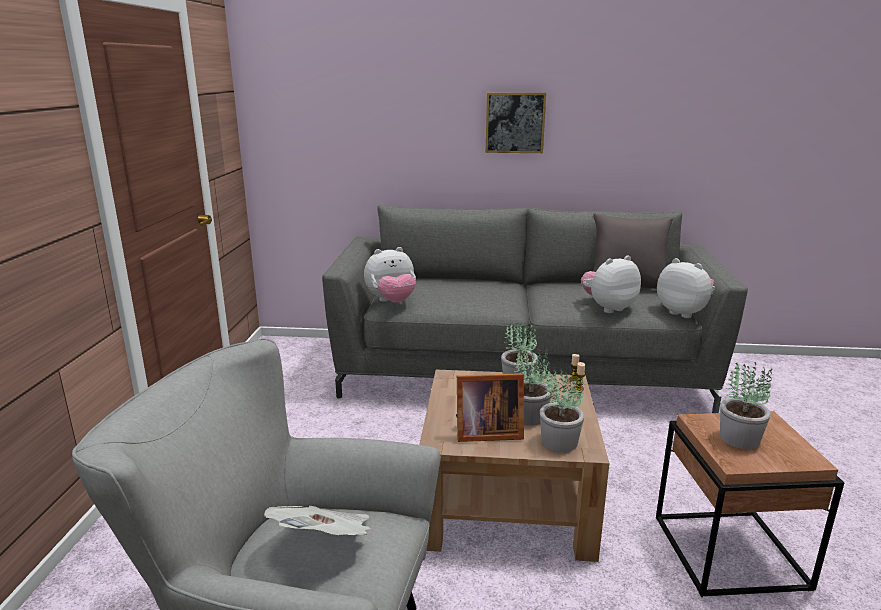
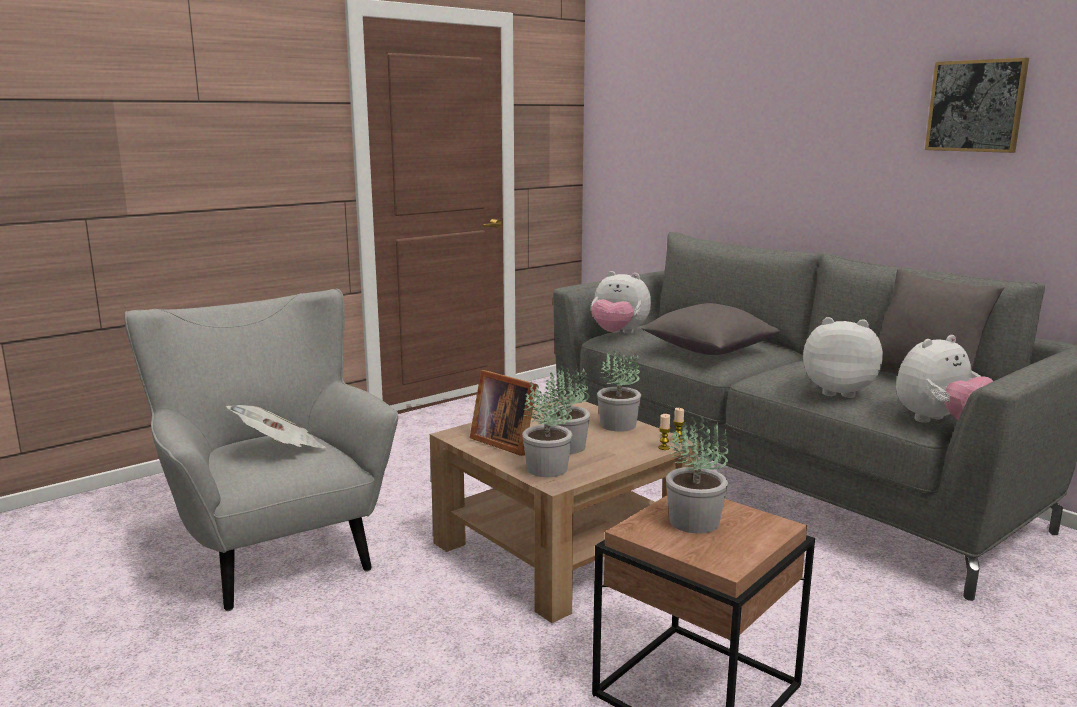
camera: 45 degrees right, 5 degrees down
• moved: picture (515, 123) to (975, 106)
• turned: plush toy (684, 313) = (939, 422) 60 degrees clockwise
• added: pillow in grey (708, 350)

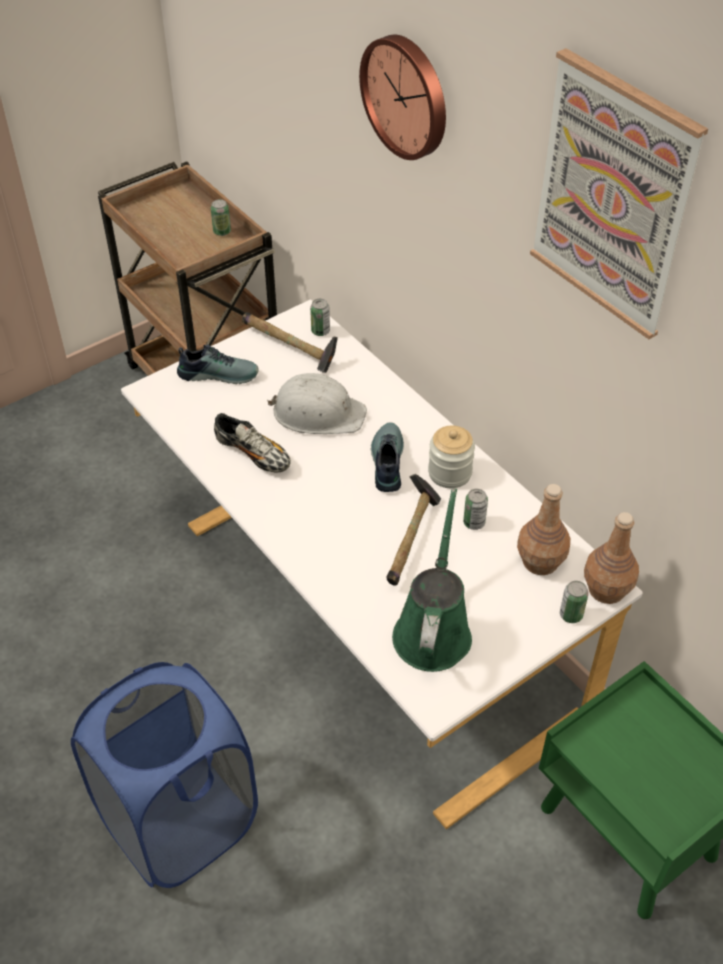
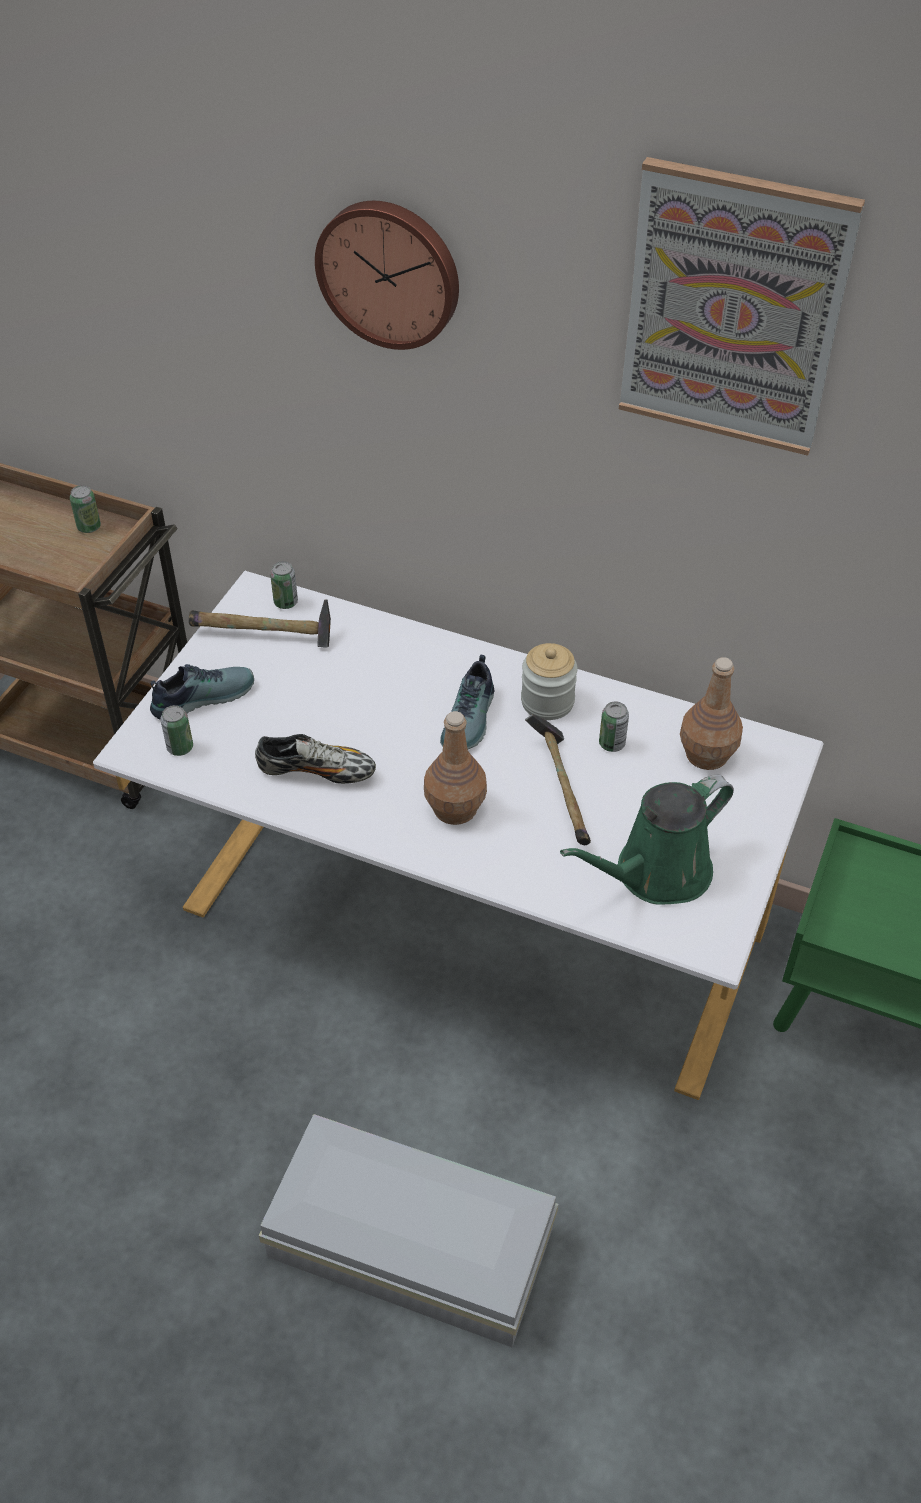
camera: 30 degrees left, 0 degrees up
• removed: hard hat in white (318, 413)
• turned: shoe (386, 462) = (471, 719) 135 degrees counterclockwise
• turned: watering can in green (433, 630) = (655, 874) 105 degrees counterclockwise
• moved: bottle in brown (606, 590) to (455, 809)
• moved: can (571, 615) to (180, 747)
• replaced: laundry basket in blue (179, 823) to storage box in white (413, 1247)

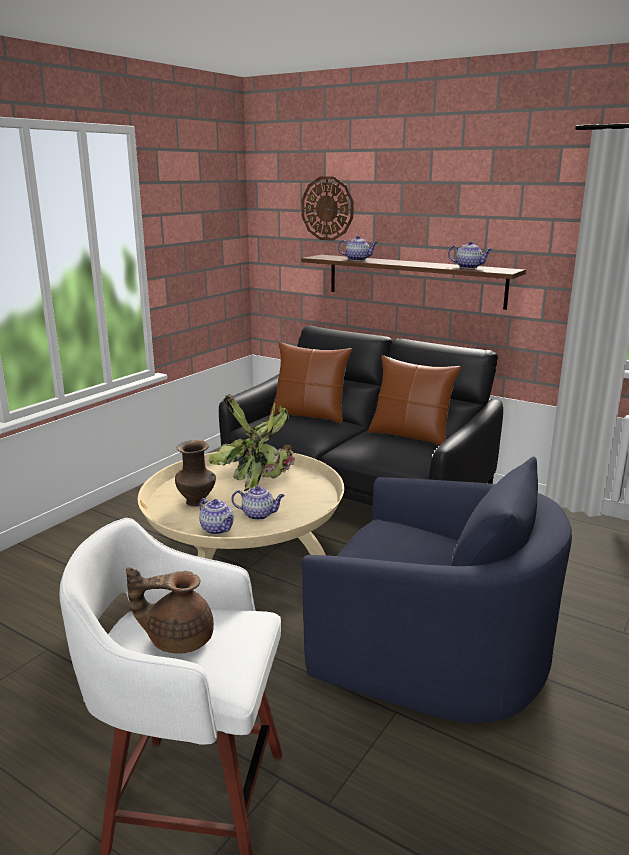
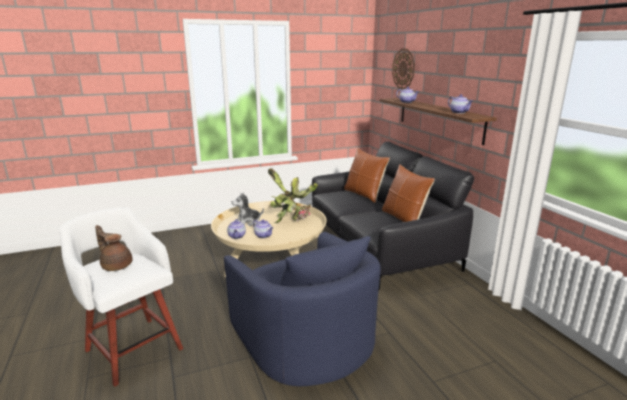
camera: 35 degrees right, 0 degrees up
• replaced: vase in brown (197, 502) to plush toy (247, 222)

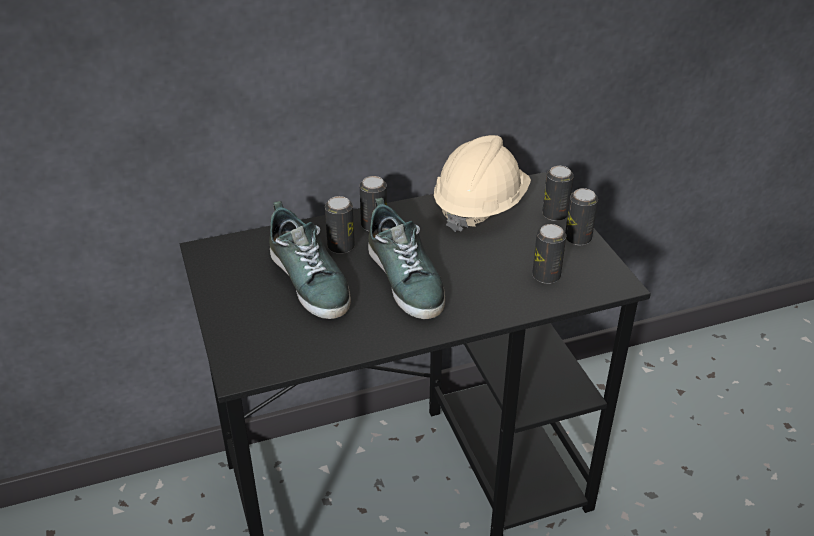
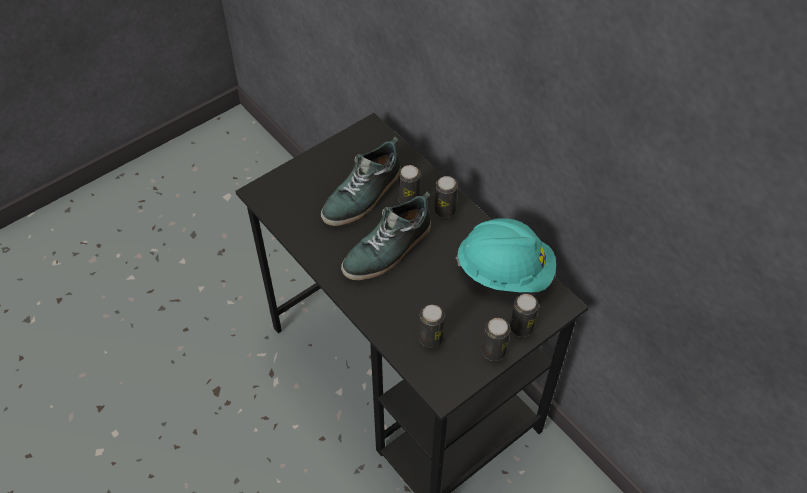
camera: 70 degrees right, 15 degrees up
• recoloured: hard hat in beige (480, 207) to hard hat in turquoise (505, 271)

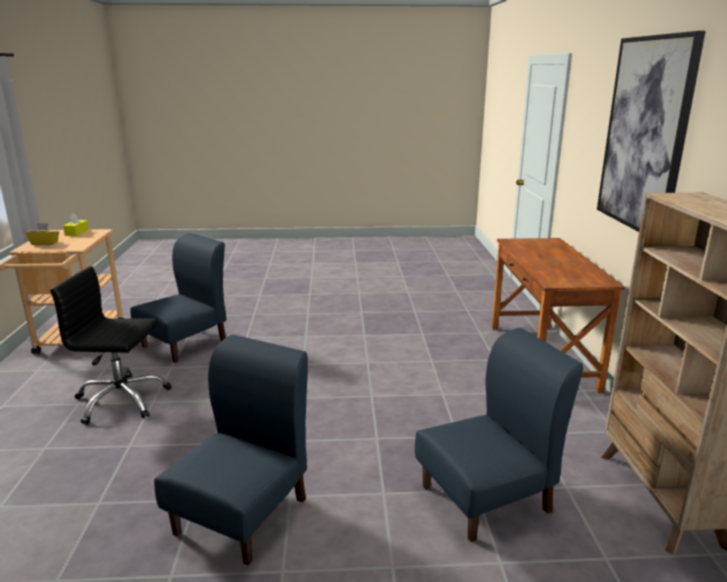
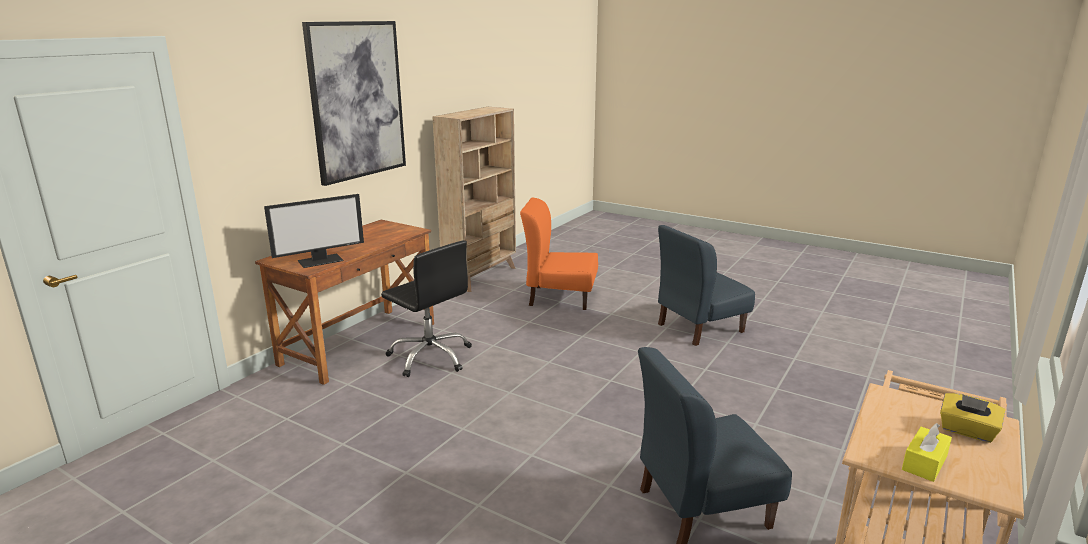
camera: 145 degrees left, 0 degrees up
• moved: office chair in black (121, 400) to (430, 357)
• recoloured: chair in blue (487, 499) to chair in orange (560, 297)
• added: monitor (321, 260)

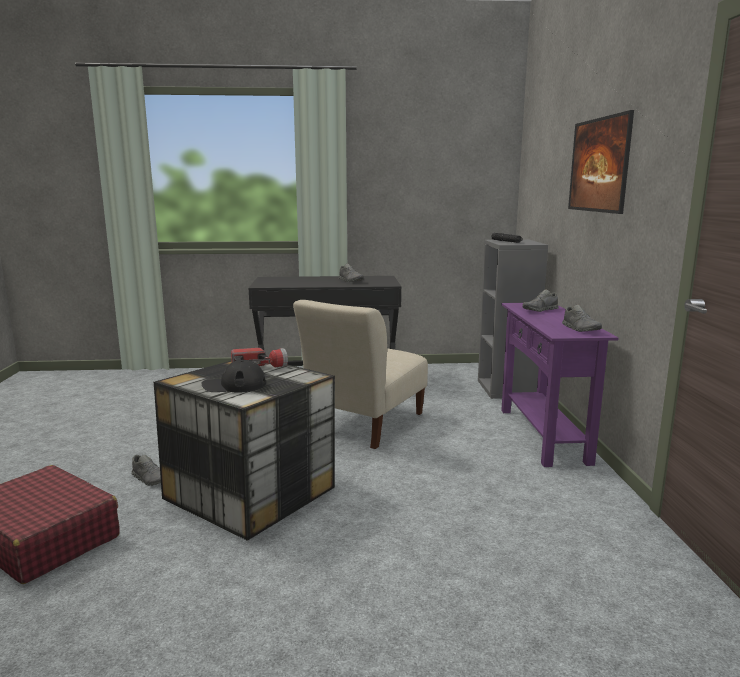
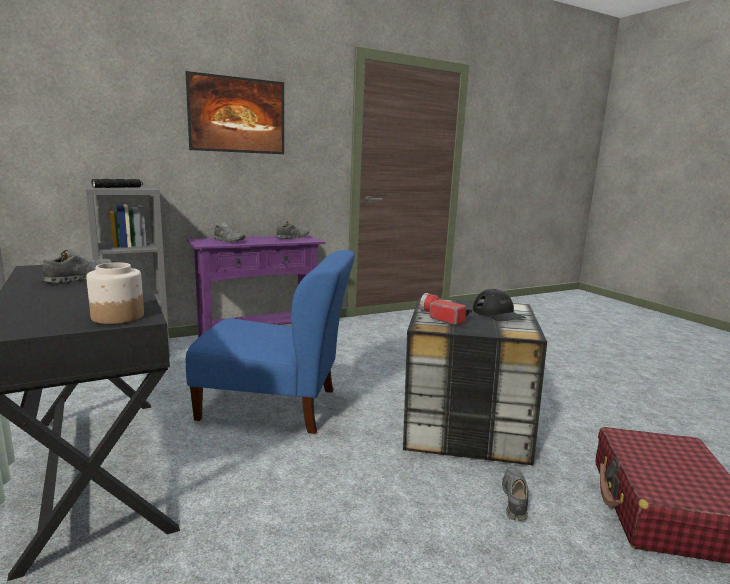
camera: 115 degrees left, 0 degrees up
• recoloured: chair in beige (364, 425) to chair in blue (274, 406)
• added: jar (117, 317)

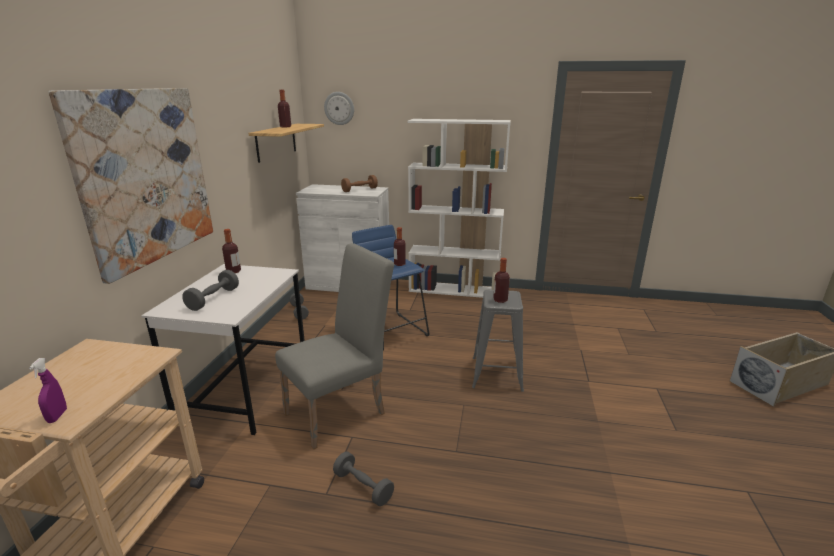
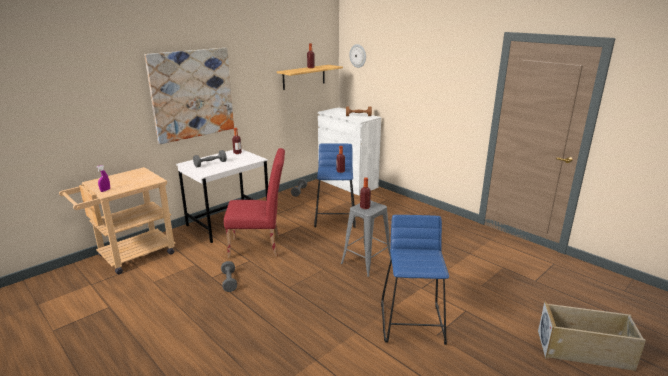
camera: 35 degrees right, 0 degrees up
• removed: bookcase in white (454, 290)
• recoloured: chair in grey (341, 410) to chair in red (259, 247)
• added: stool in blue (413, 323)

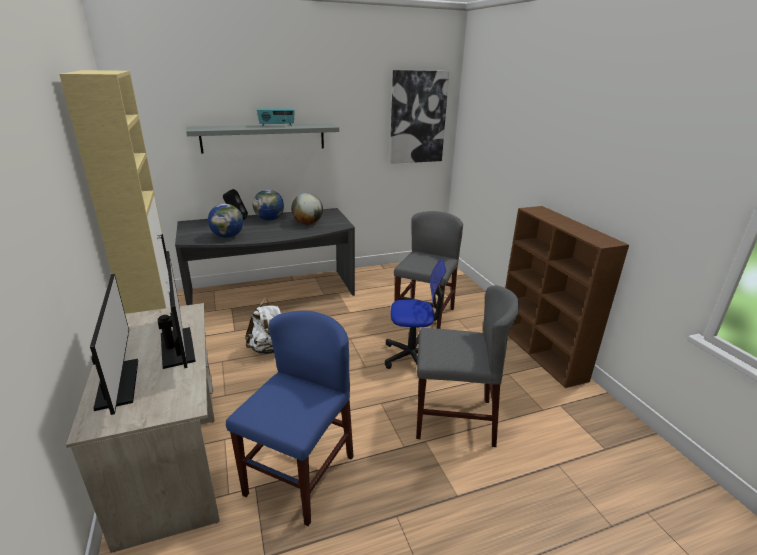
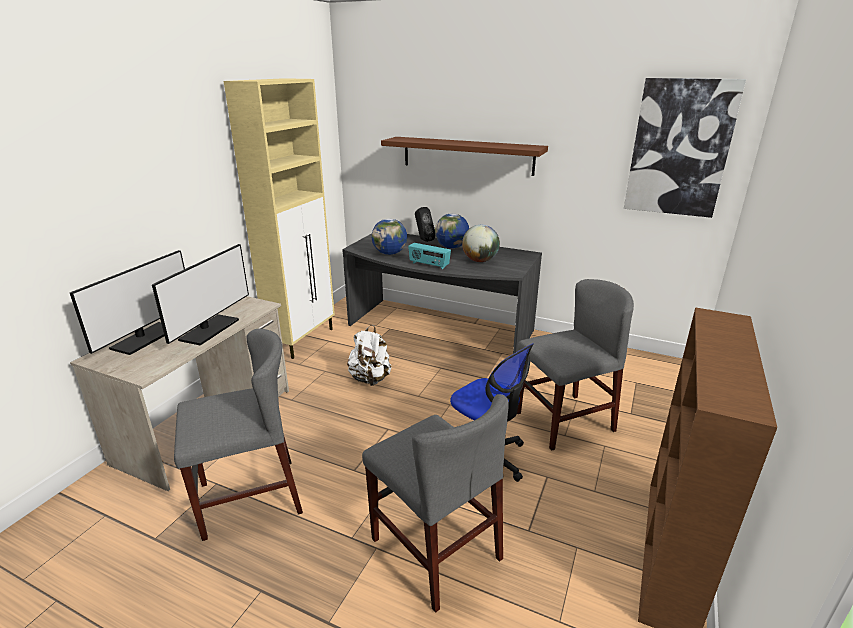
camera: 45 degrees right, 0 degrees up
• moved: radio (276, 125) to (429, 265)
• recoloured: shelf in grey (263, 138) to shelf in brown (467, 155)
• recoloured: chair in blue (300, 475) to chair in grey (250, 498)

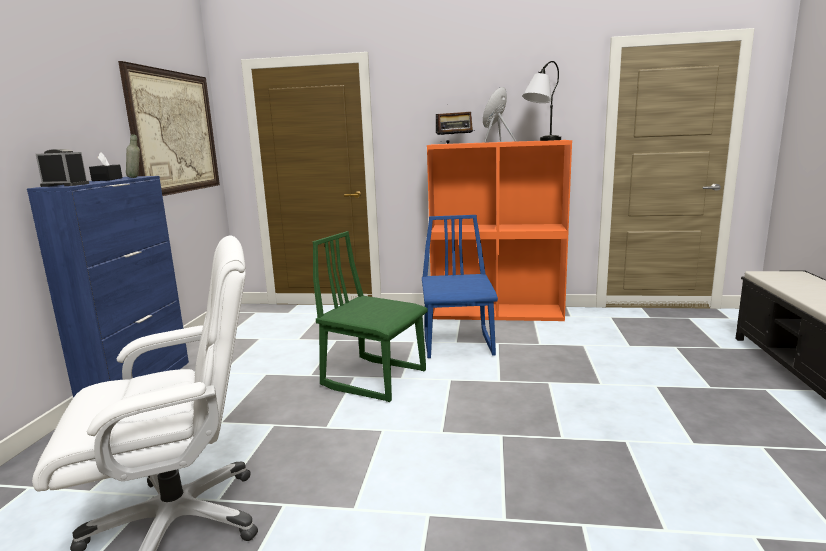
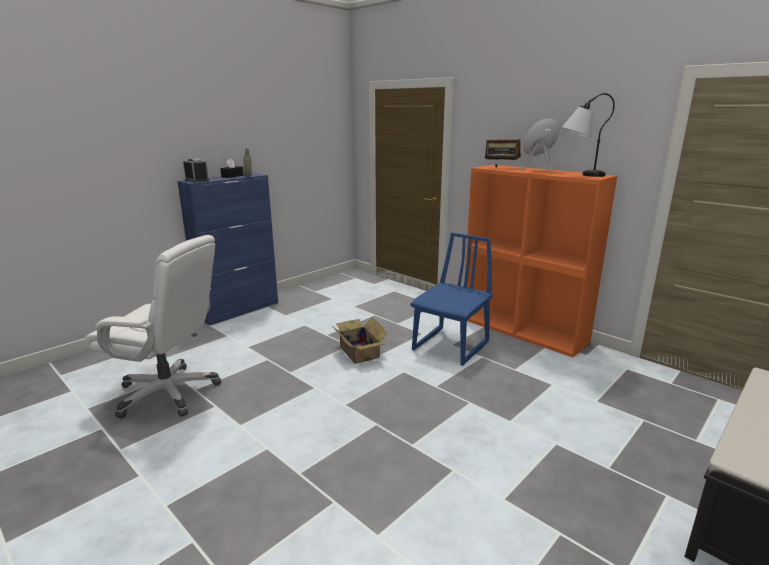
camera: 35 degrees right, 5 degrees up
• removed: picture (175, 132)
• replaced: chair in green (375, 378) to cardboard box (359, 351)

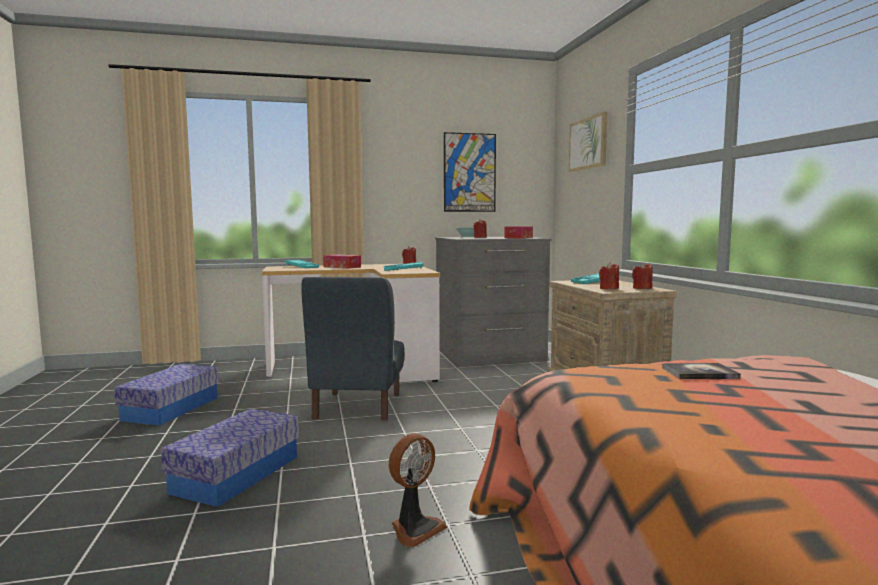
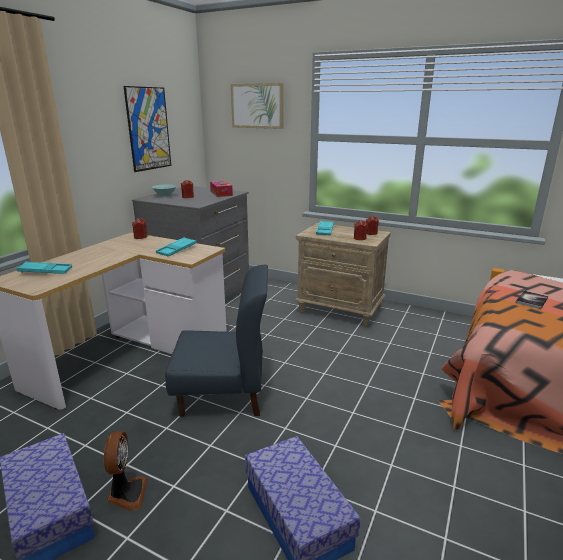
camera: 50 degrees left, 15 degrees up
• removed: tissue box (342, 267)
• turned: chair in blue (357, 406) = (223, 394) 45 degrees counterclockwise
• moved: fan (415, 528) to (126, 493)

